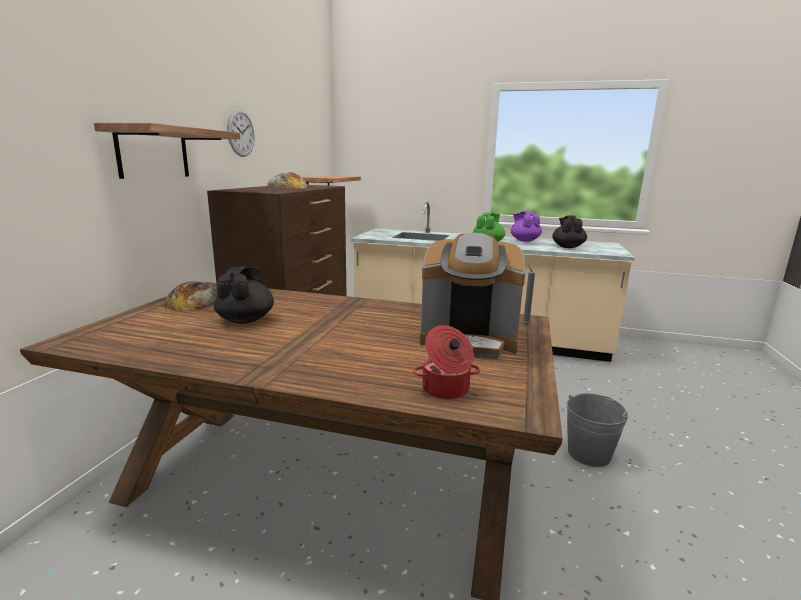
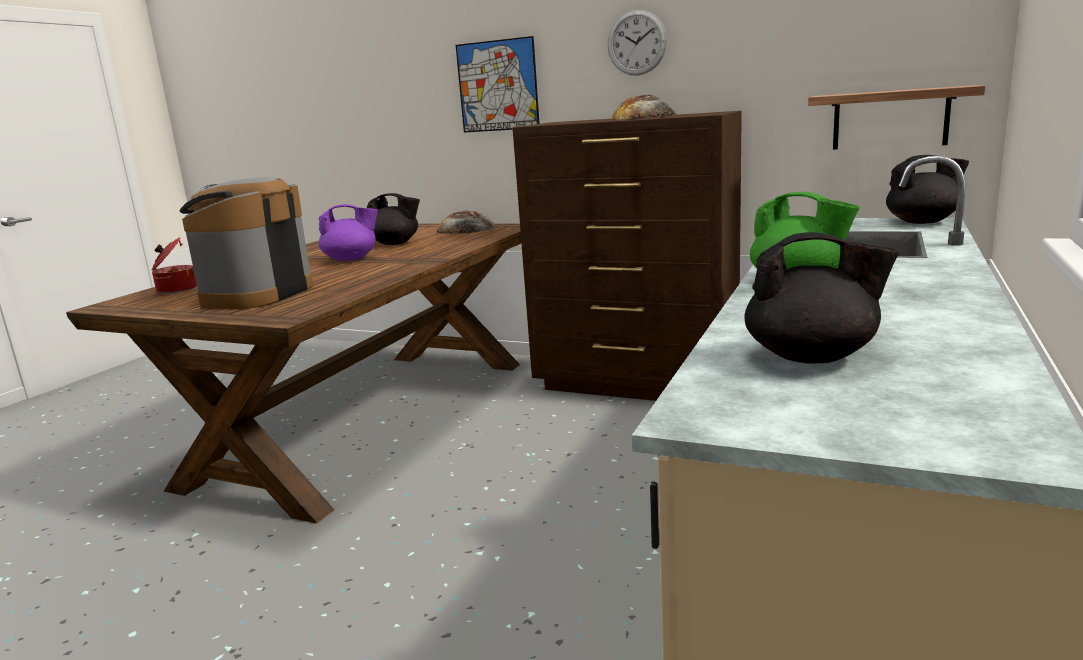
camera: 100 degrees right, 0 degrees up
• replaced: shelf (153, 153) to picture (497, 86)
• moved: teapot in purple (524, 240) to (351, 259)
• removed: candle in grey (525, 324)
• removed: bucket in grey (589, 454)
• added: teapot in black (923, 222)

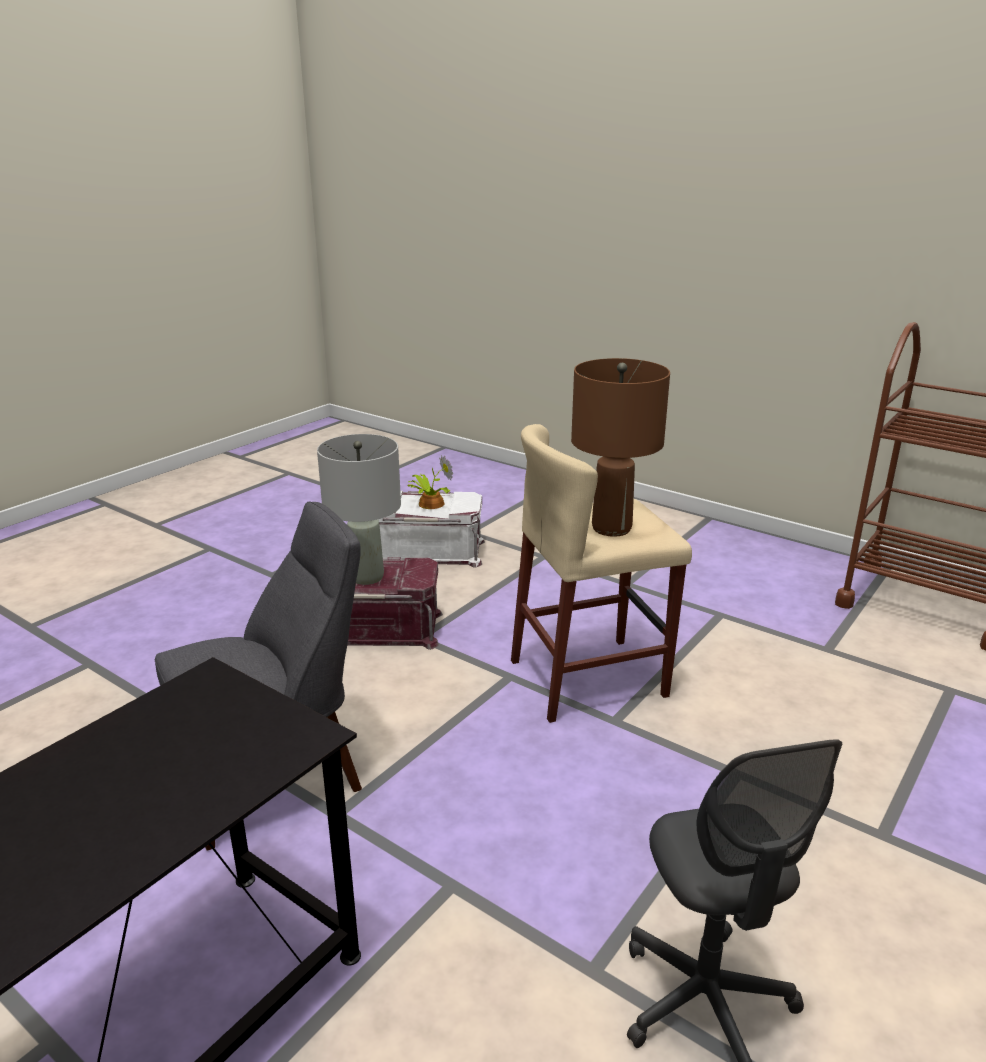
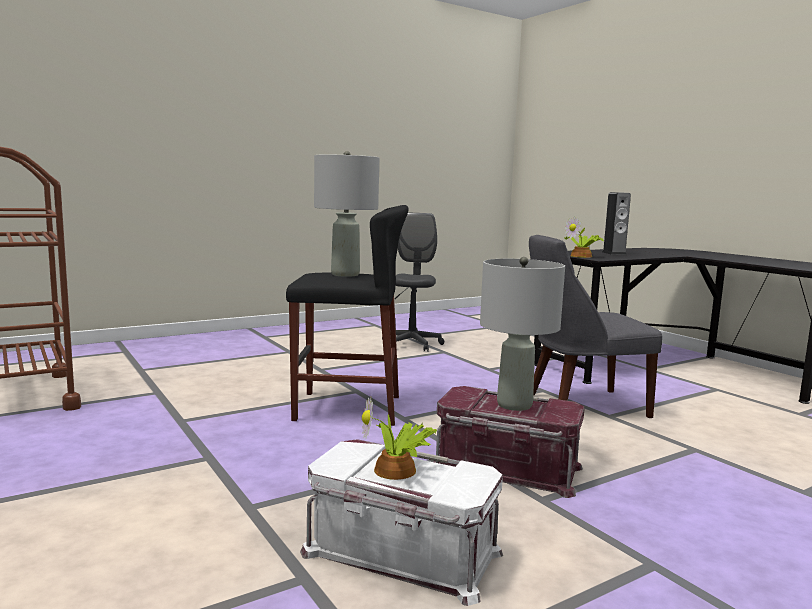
camera: 160 degrees left, 15 degrees down
• recoloured: table lamp in brown (611, 528) to table lamp in grey (345, 274)
• recoloured: stool in beige (588, 678) to stool in black (347, 408)
• added: speaker (614, 253)
• added: potted plant (582, 256)

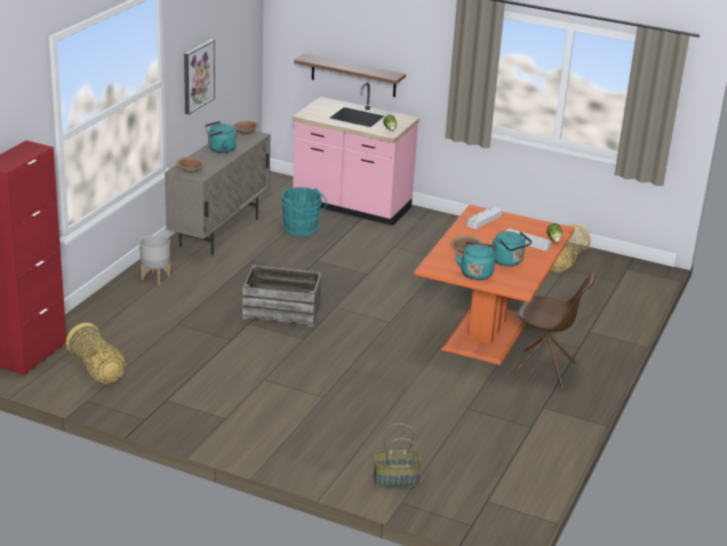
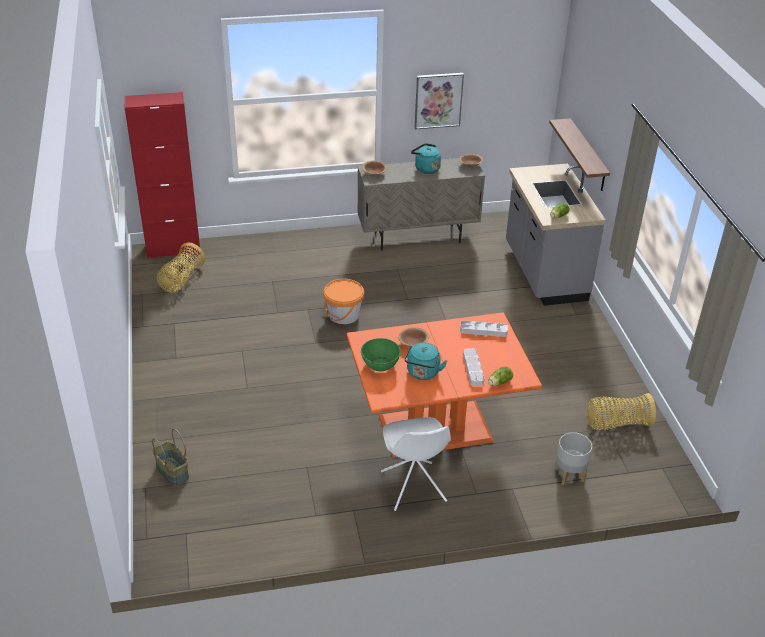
camera: 55 degrees right, 10 degrees up
• recoloured: counter in pink (351, 207) to counter in grey (543, 273)
• removed: bucket in turquoise (302, 229)
• moved: planter in grey (155, 277) to (569, 474)
• replaced: kettle in turquoise (476, 273) to bowl in green (380, 364)
• replaced: crate (282, 310) to bucket in orange (343, 315)
• recoloured: chair in brown (545, 370) to chair in white (413, 487)

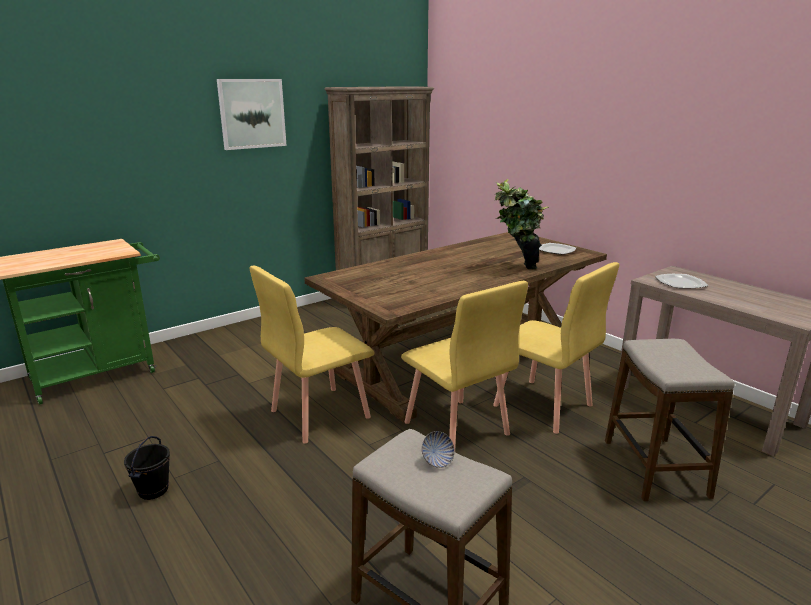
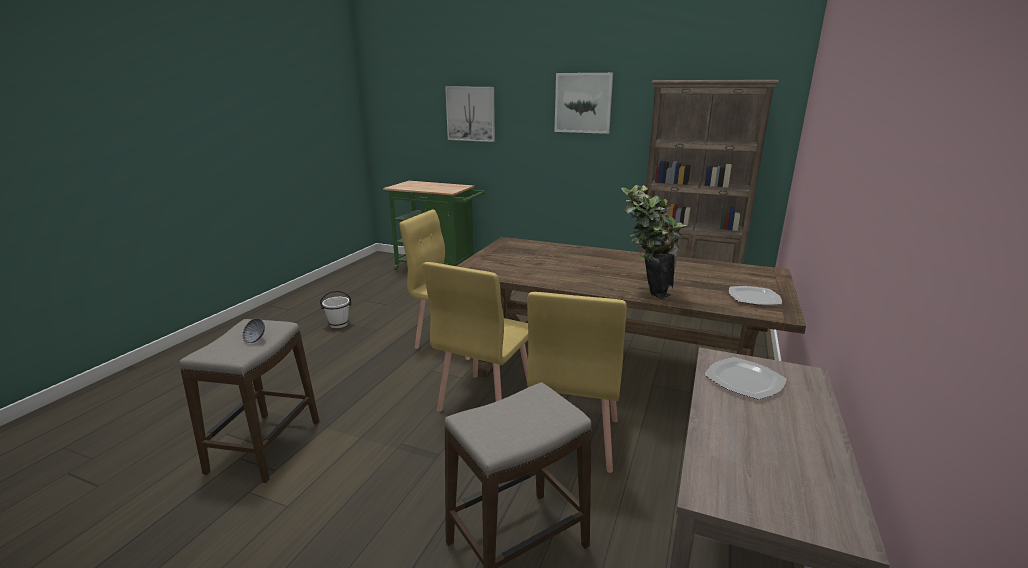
camera: 60 degrees right, 0 degrees up
• recoloured: bucket in black (153, 490) to bucket in white (339, 324)
• added: picture (471, 114)

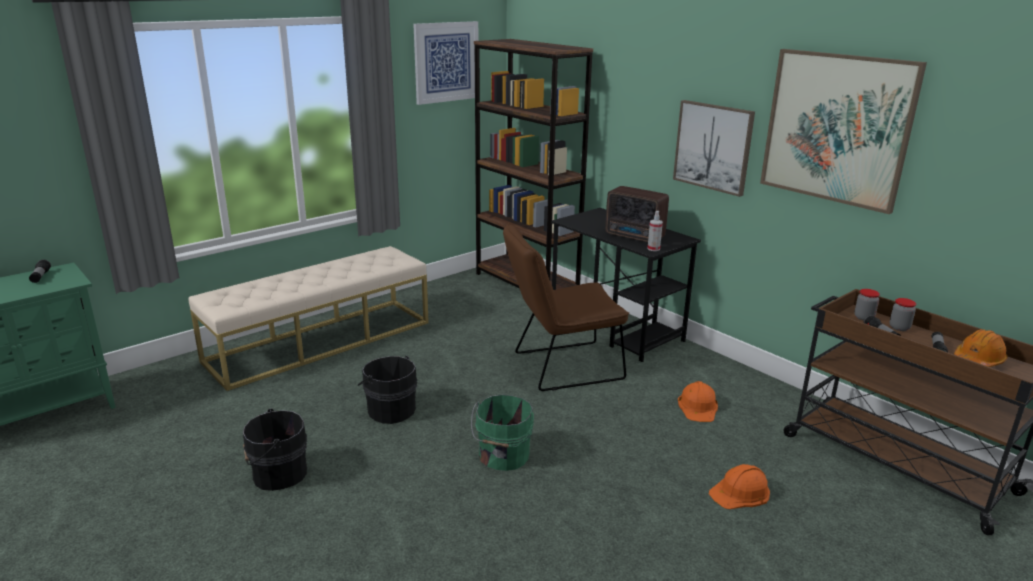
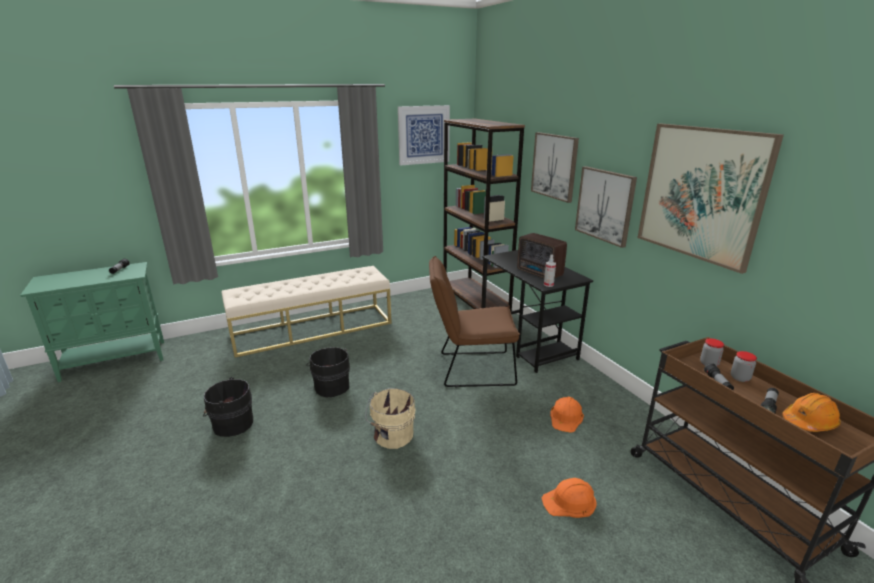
camera: 15 degrees right, 0 degrees up
• recoloured: bucket in green (503, 456) to bucket in beige (392, 436)
• added: picture (554, 166)

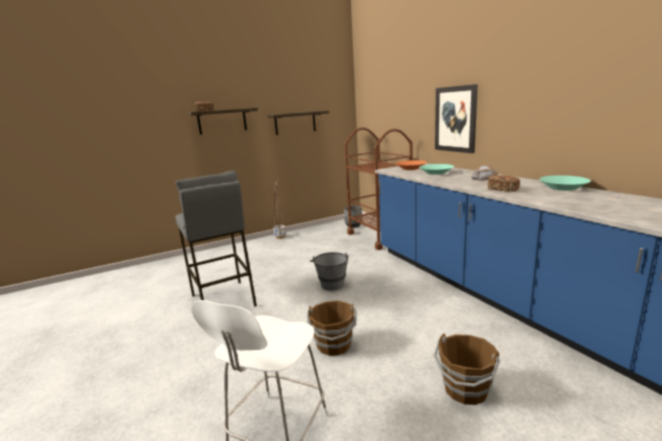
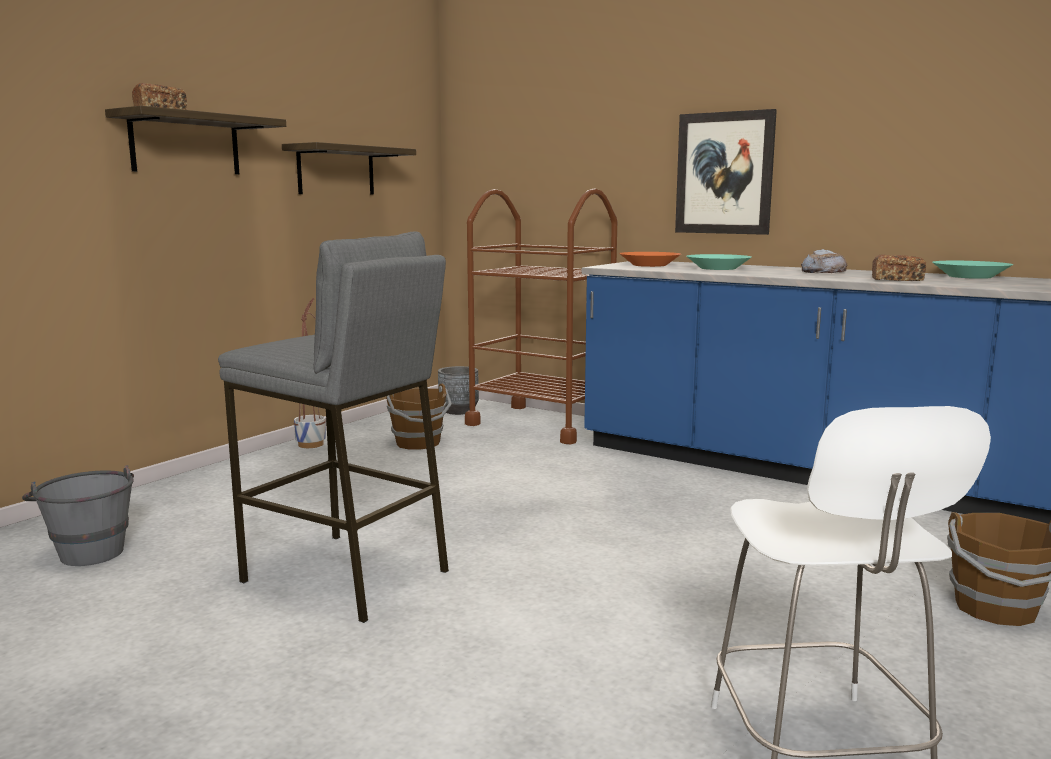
camera: 30 degrees left, 5 degrees down
• moved: bucket in grey (331, 283) to (89, 550)
• moved: bucket in brown (334, 345) to (418, 443)

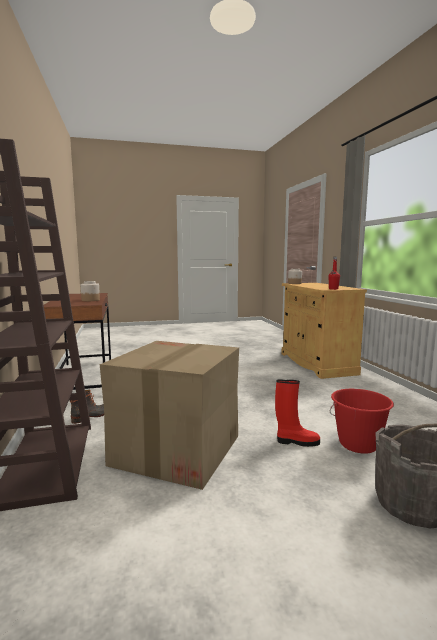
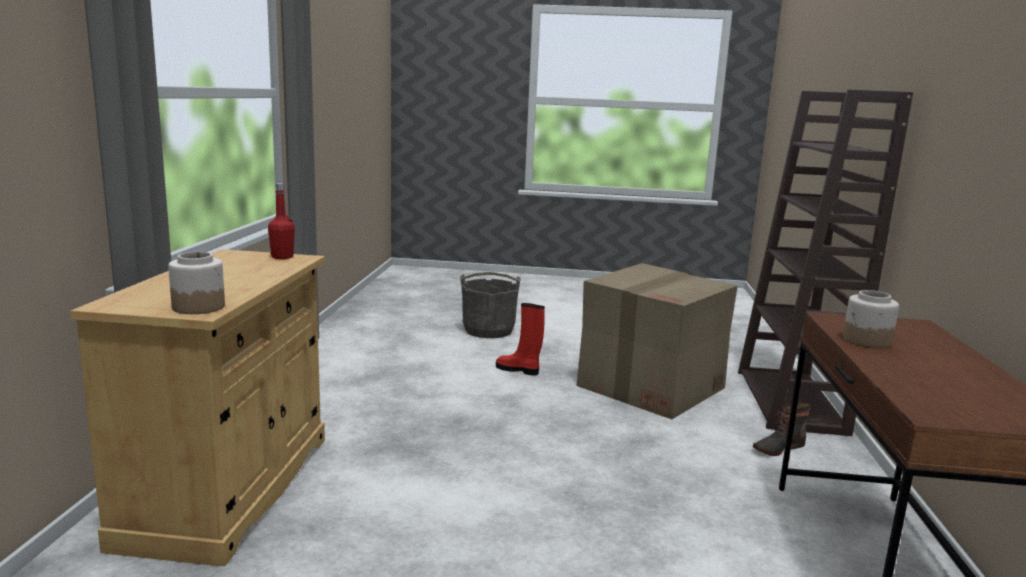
camera: 160 degrees left, 5 degrees up
• removed: bucket in red (358, 444)

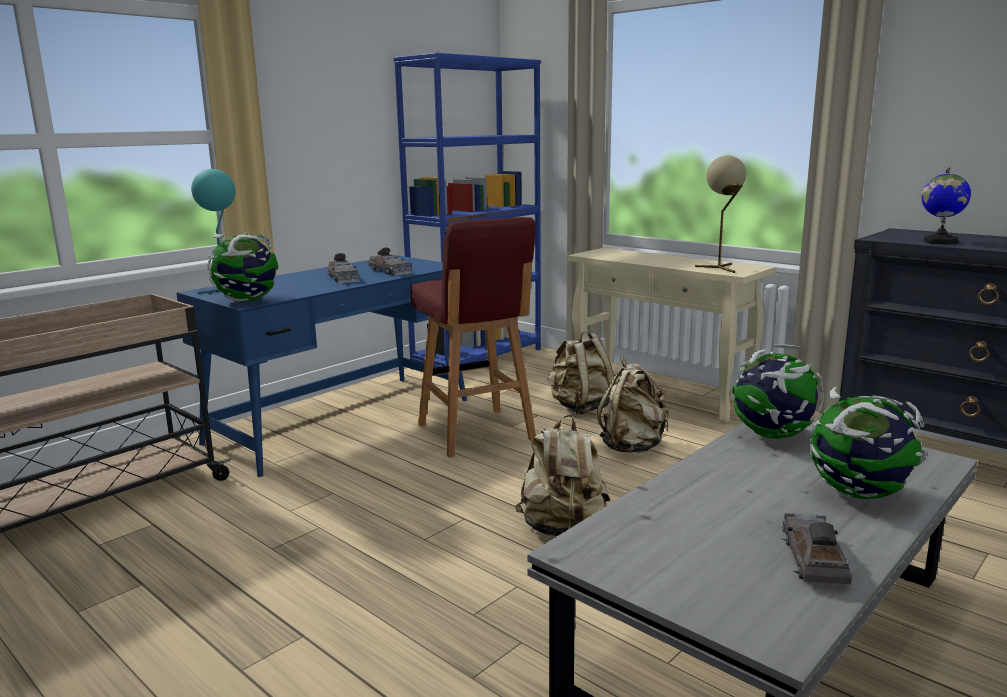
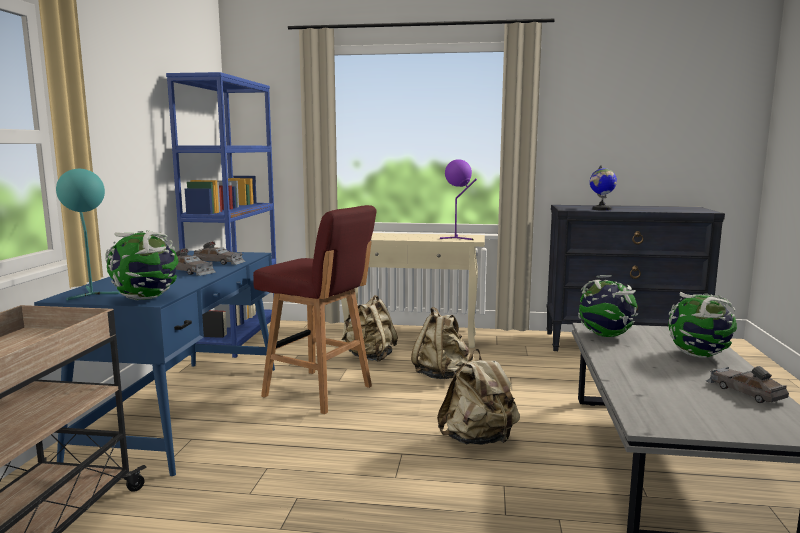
camera: 35 degrees left, 5 degrees down
• recoloured: table lamp in beige (721, 268) to table lamp in purple (457, 238)

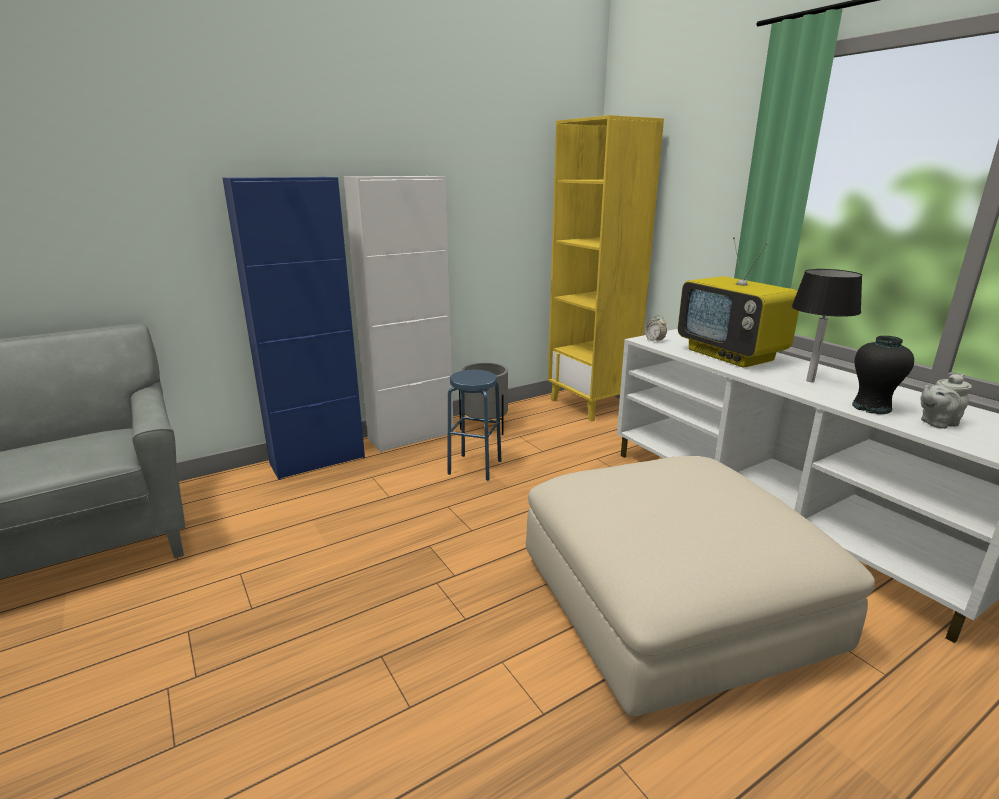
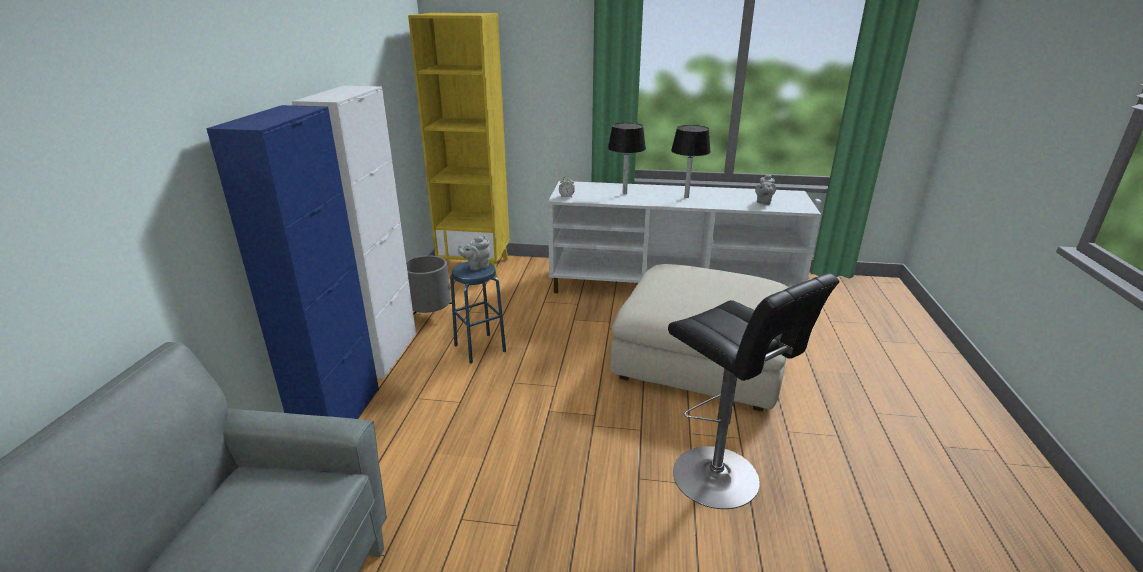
camera: 50 degrees left, 5 degrees up
• replaced: television (731, 355) to table lamp in black (624, 193)
• removed: vase in black (872, 408)
• added: teapot in grey (477, 266)
• added: stool in black (721, 480)

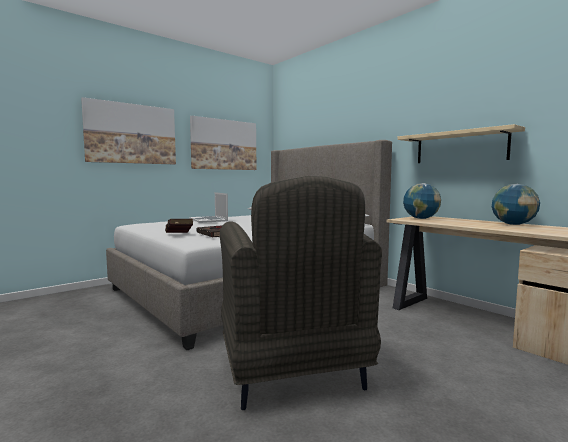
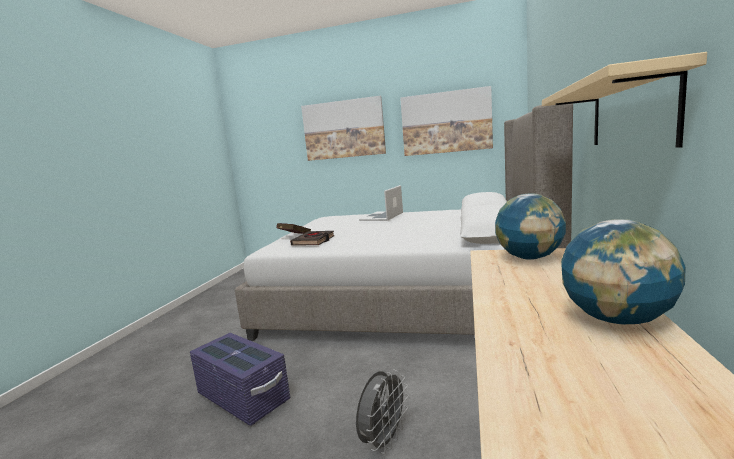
camera: 55 degrees right, 5 degrees up
• replaced: armchair in grey (292, 373) to storage box in purple (243, 397)
• added: fan in grey (384, 441)

